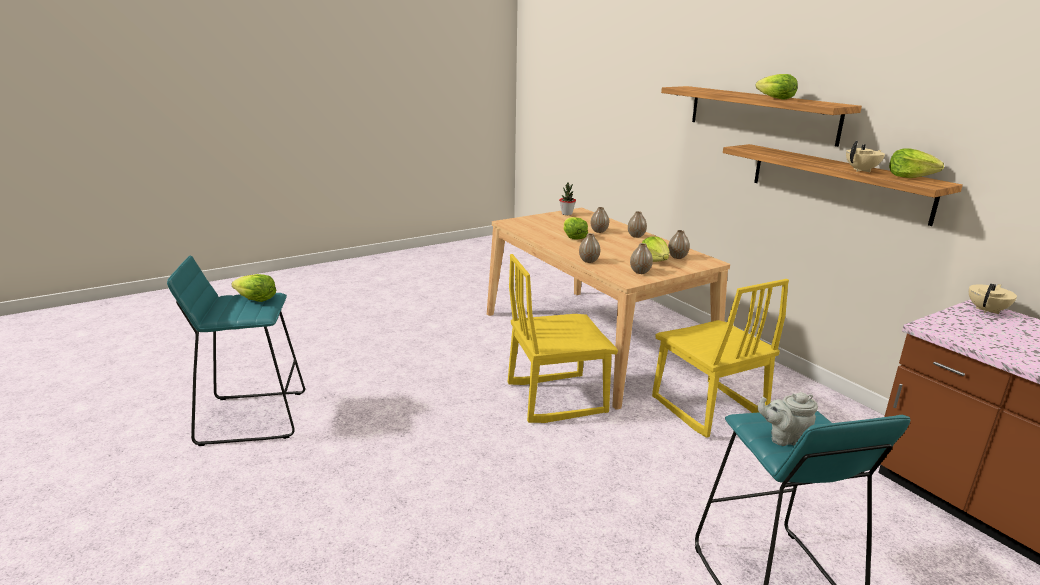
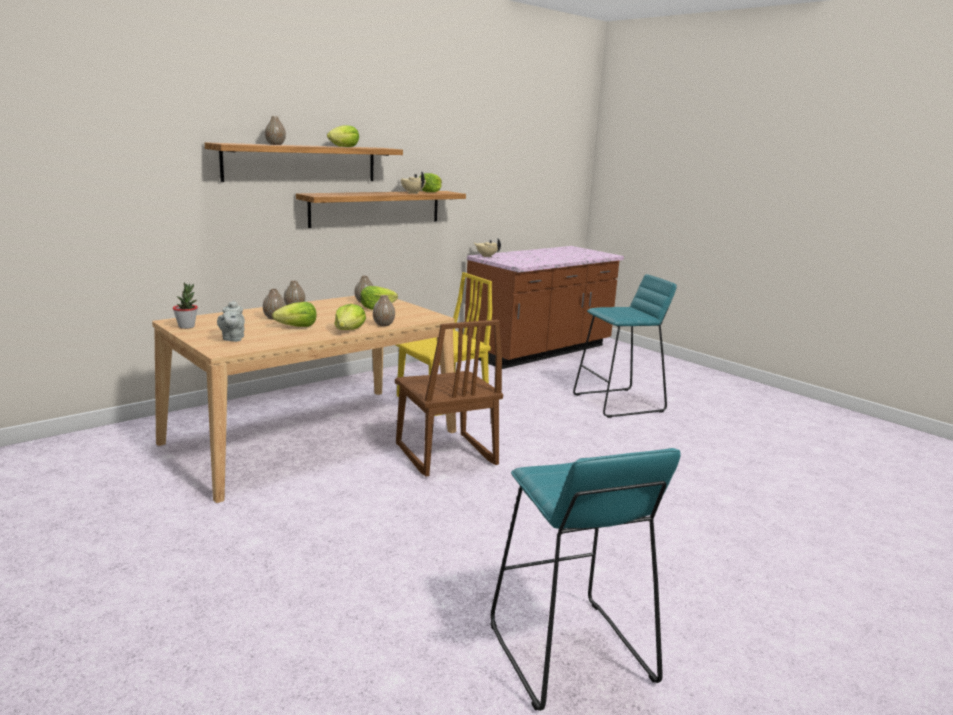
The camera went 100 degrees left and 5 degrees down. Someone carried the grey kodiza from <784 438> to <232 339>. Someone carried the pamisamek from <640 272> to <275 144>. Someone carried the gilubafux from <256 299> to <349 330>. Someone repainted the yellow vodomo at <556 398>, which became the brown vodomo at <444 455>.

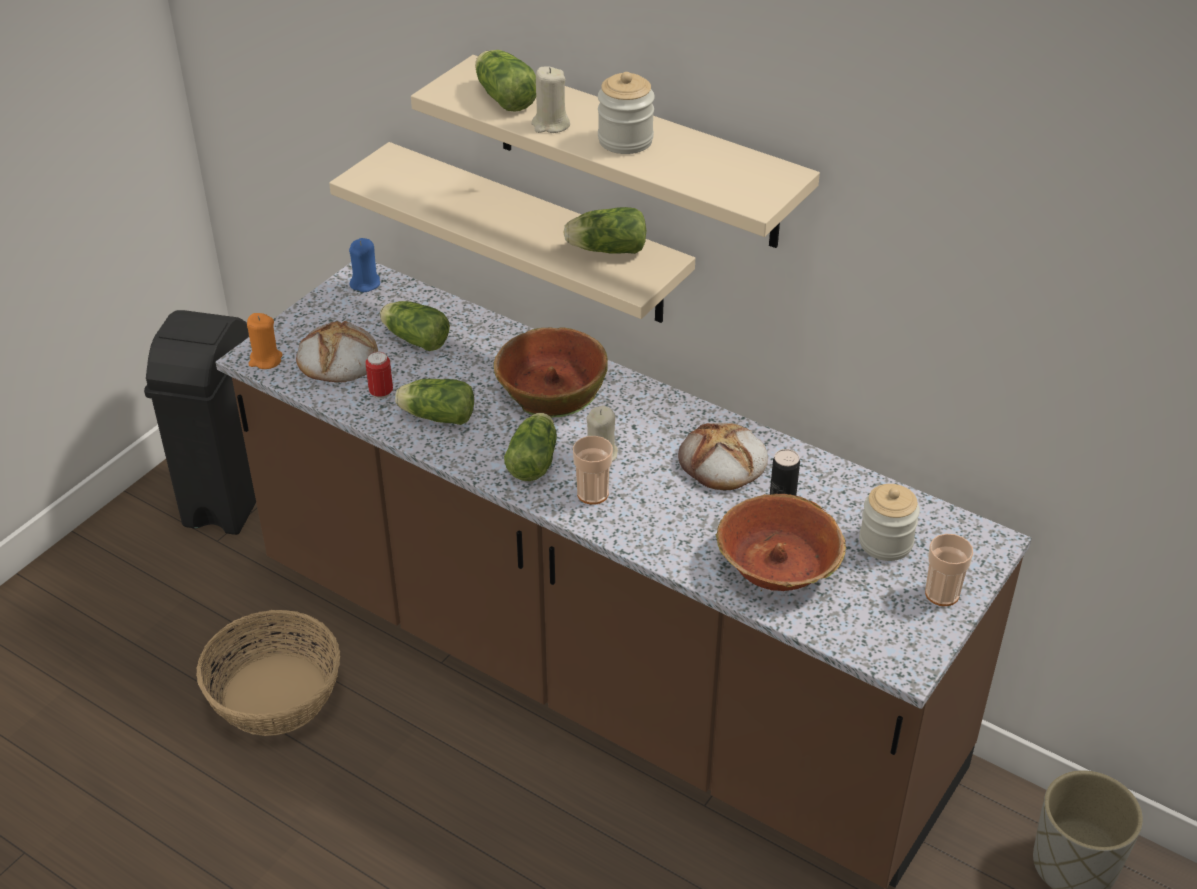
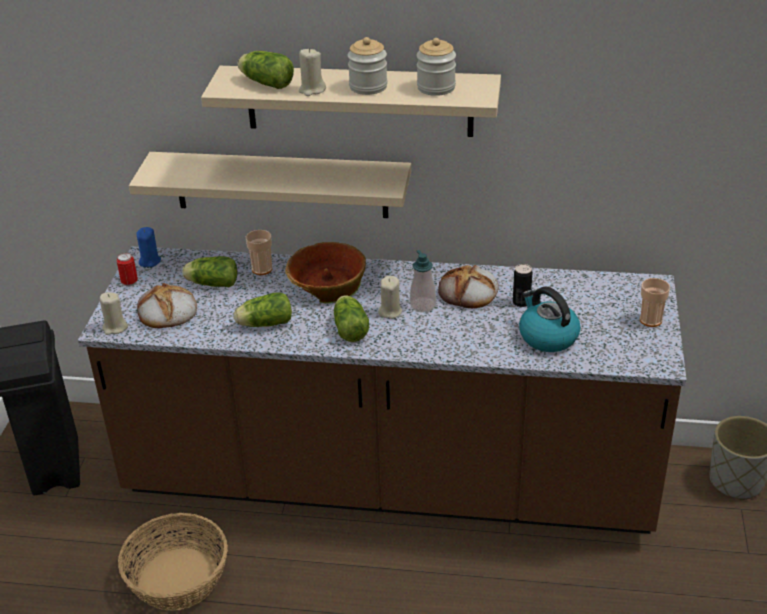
The camera went 25 degrees left and 5 degrees down. Someone repainted the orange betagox at <265 360>, which became the beige betagox at <115 327>. Someone carried the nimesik from <381 393> to <129 282>. Someone carried the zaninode from <592 493> to <262 269>. Someone put down the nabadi at <423 305>. Someone carried the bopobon from <885 543> to <436 87>. Someone swapped the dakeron at <778 565> for the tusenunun at <547 337>. Someone took away the gilubafux at <604 249>.

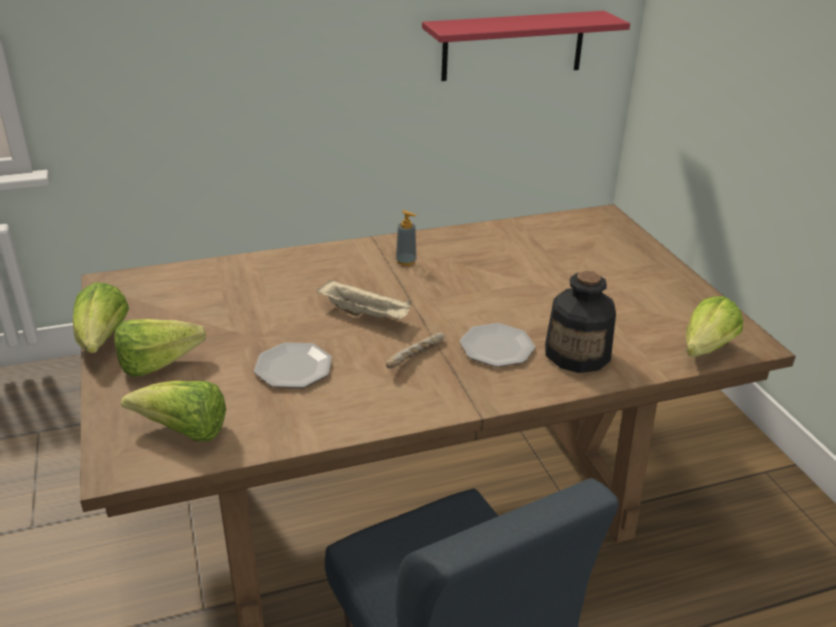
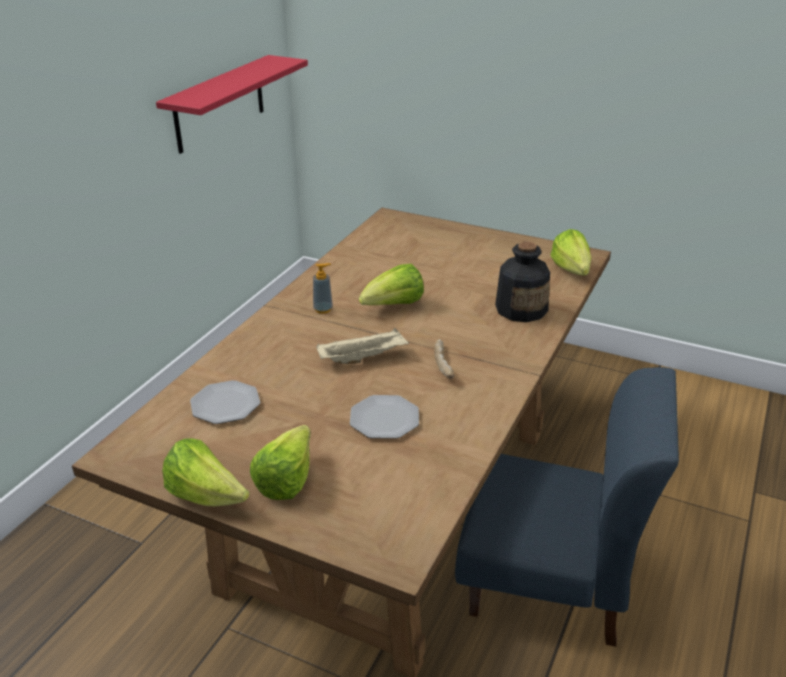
The camera went 45 degrees left and 0 degrees up. Someone carried the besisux from <497 347> to <225 404>. Someone carried the gilubafux from <184 432> to <394 306>.

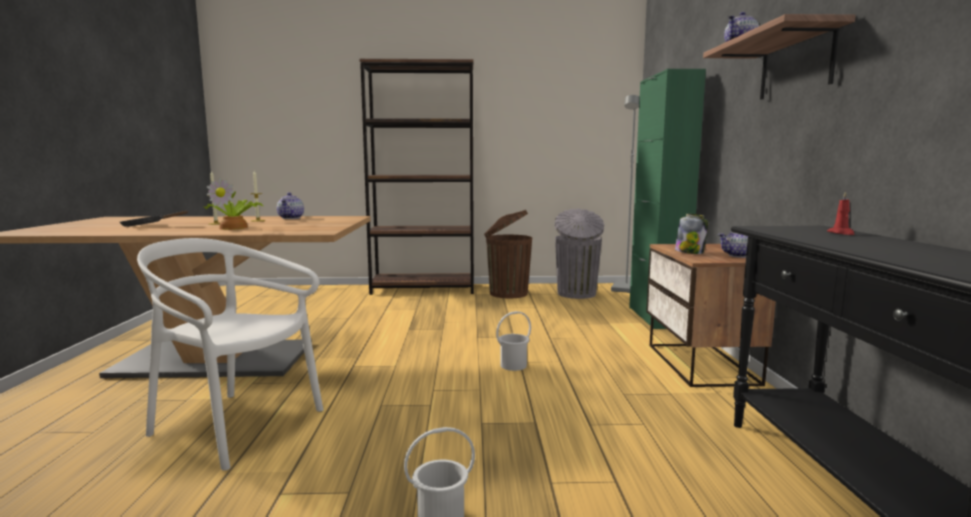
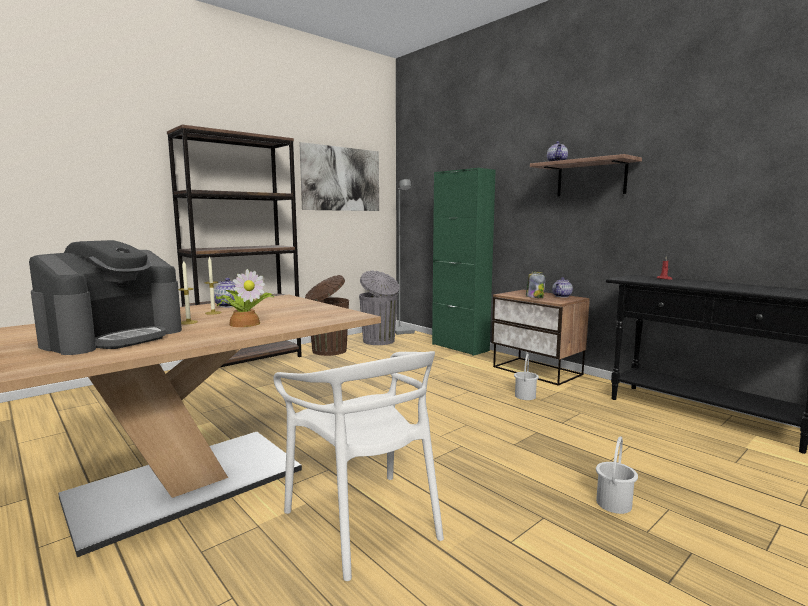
The camera went 40 degrees left and 0 degrees up. Someone swapped the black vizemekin at <147 226> for the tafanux at <114 337>. Someone rotated the white vodomo at <236 426> by 105 degrees counterclockwise. Someone put up the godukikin at <341 179>. Someone carried the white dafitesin from <513 365> to <524 396>.

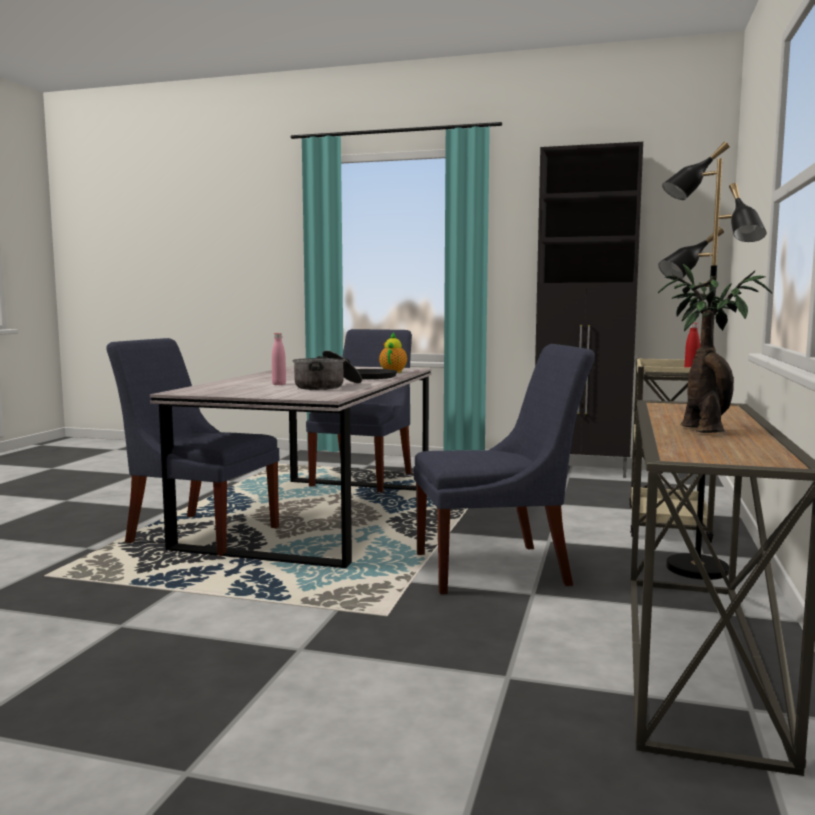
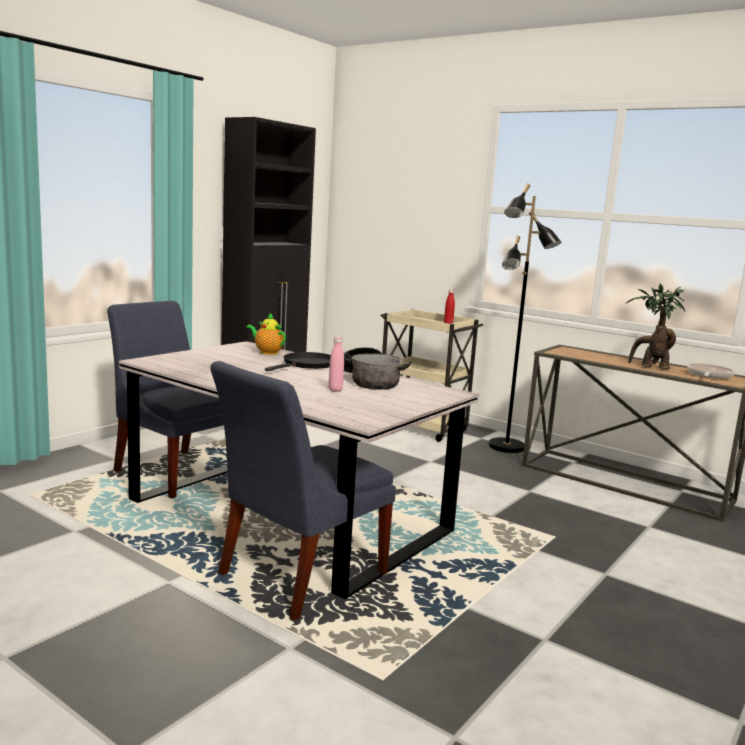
The camera went 70 degrees left and 5 degrees up. Someone put down the vizemekin at <709 375>. Someone took away the blue vodomo at <498 569>.

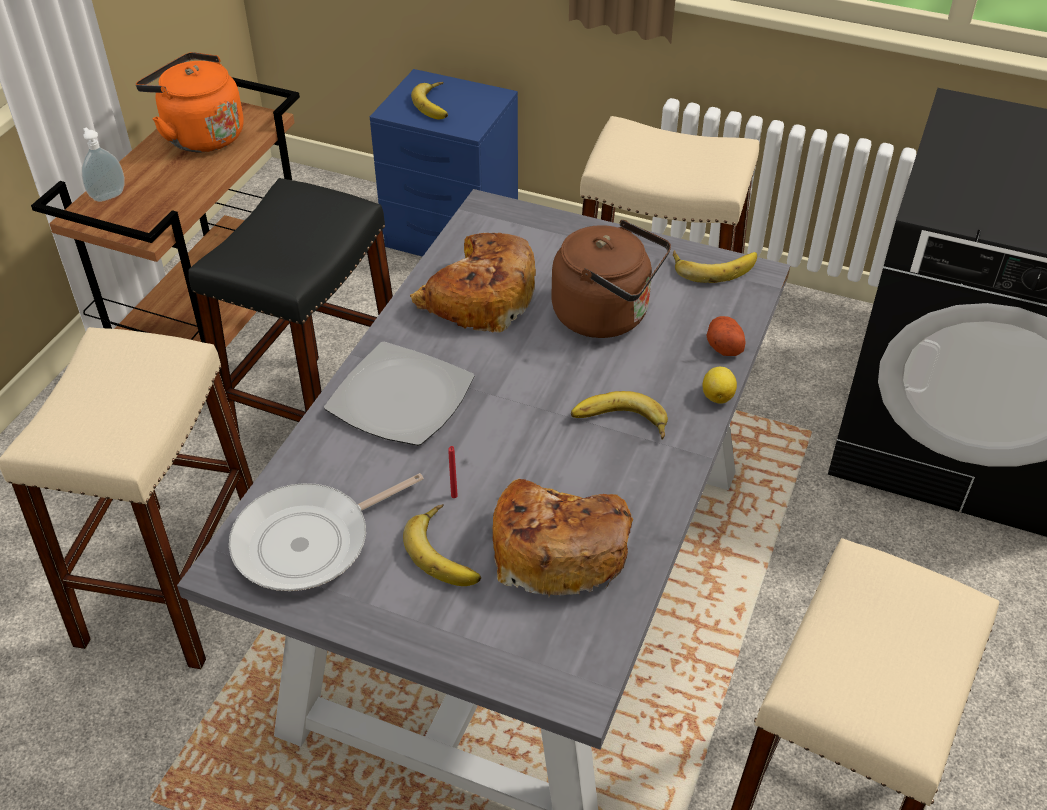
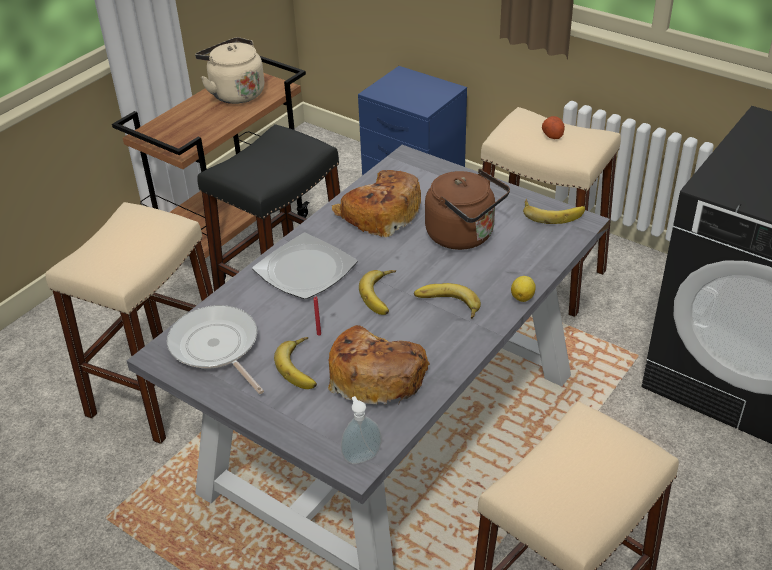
The camera went 15 degrees right and 5 degrees down. Someone rotated the vizemekin at <309 542> by 75 degrees clockwise. Someone repainted the orange tusenunun at <200 135>, which became the beige tusenunun at <235 93>. Someone carried the nabadi from <107 195> to <361 456>. Someone carried the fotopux from <437 104> to <383 295>. Someone carried the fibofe from <723 346> to <552 134>.

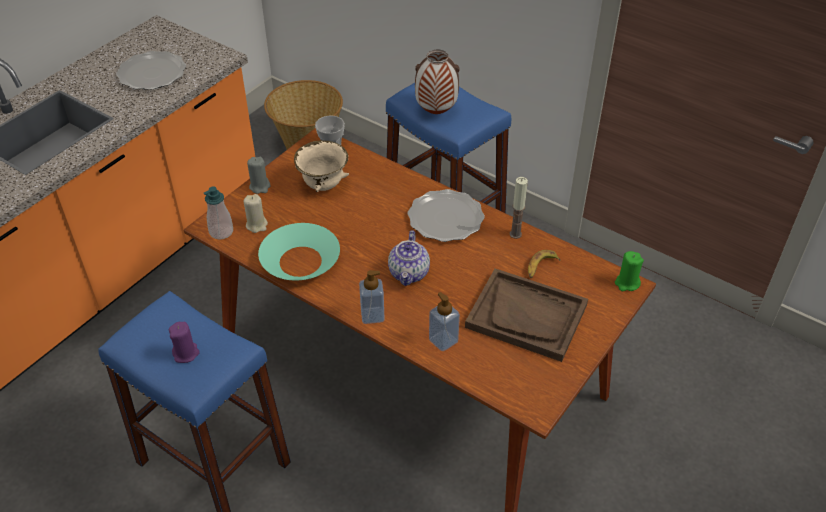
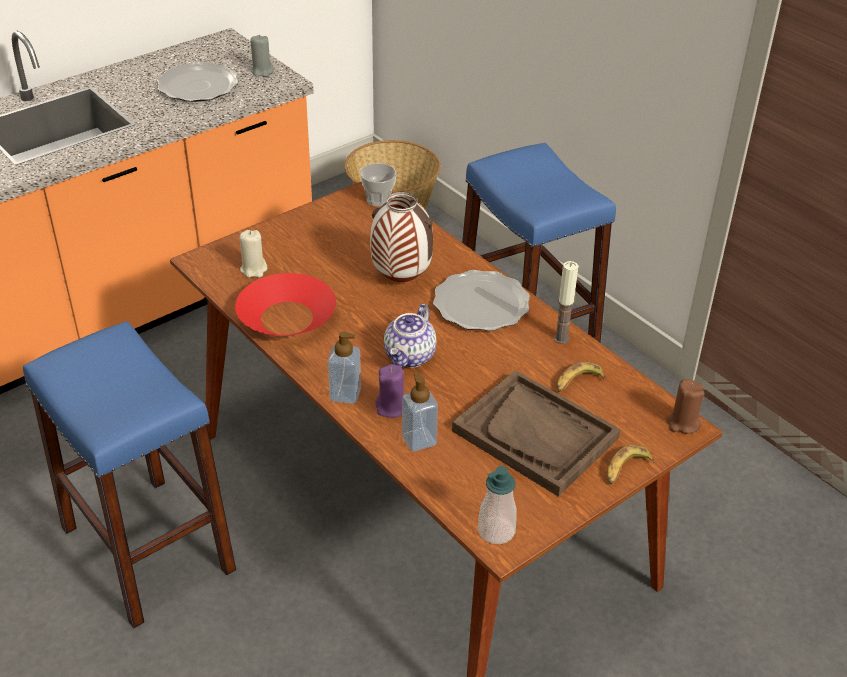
The camera went 15 degrees right and 5 degrees down. Someone repainted the turquoise dakeron at <300 261>, which became the red dakeron at <287 317>. Someone carried the grey betagox from <260 187> to <262 71>. Someone carried the pamisamek from <435 113> to <400 280>. Someone carried the purple betagox from <186 353> to <391 407>. Someone carried the nabadi from <221 232> to <496 531>. Someone put down the fotopux at <626 469>. Someone repainted the green betagox at <627 283>, which became the brown betagox at <683 423>. Someone took away the beige dakeron at <323 185>.

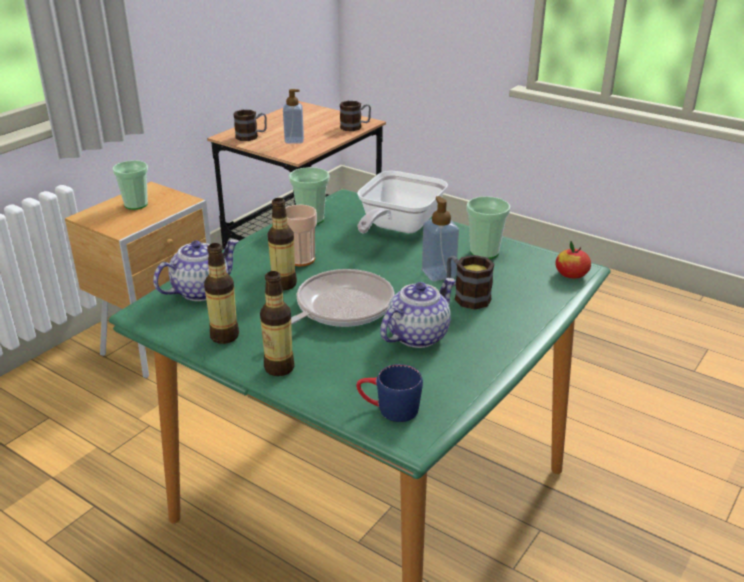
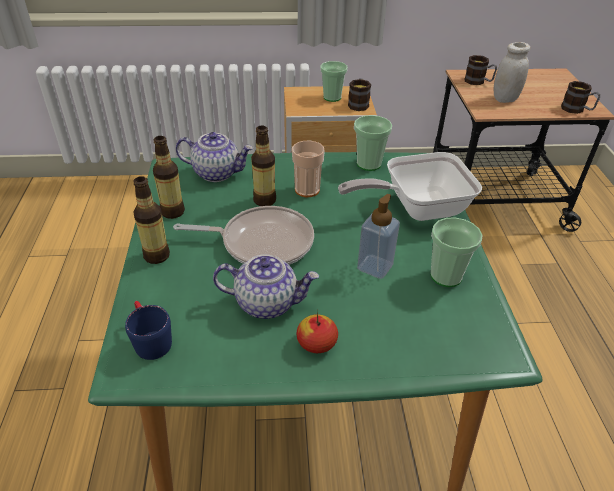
The camera went 50 degrees right and 10 degrees up. Someone carried the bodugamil from <571 274> to <316 343>. Someone carried the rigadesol from <466 296> to <358 104>. Someone swapped the nabadi at <294 140> for the white bopobon at <505 99>.

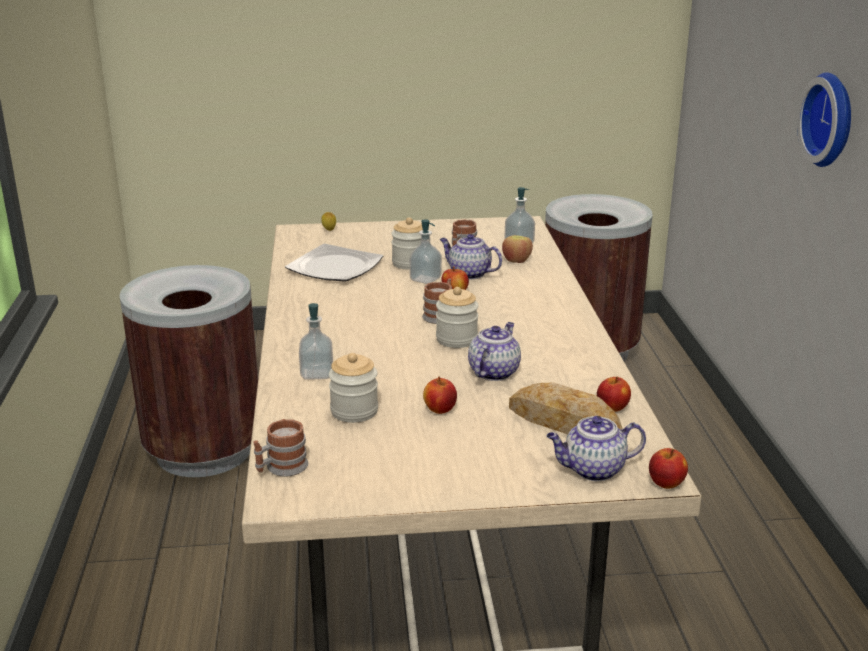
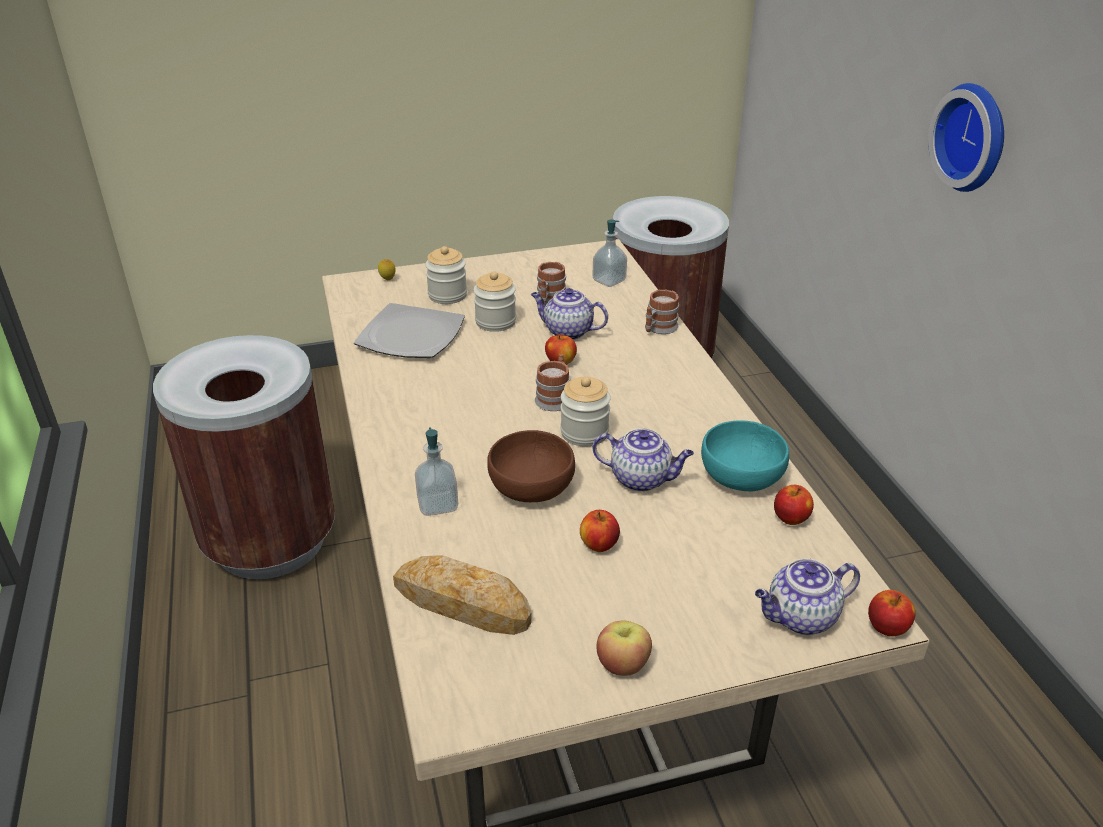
The camera went 10 degrees left and 10 degrees up. Someone carried the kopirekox from <564 422> to <462 602>. Someone carried the bopobon from <354 411> to <447 295>. Someone put down the brown dakeron at <530 487>. Someone rotated the kodiza at <493 372> by 90 degrees clockwise. Someone carried the bodugamil from <516 260> to <623 664>. Someone carried the rigadesol from <281 468> to <658 328>. Someone put down the turquoise dakeron at <740 476>. Someone took away the nabadi at <425 279>.

